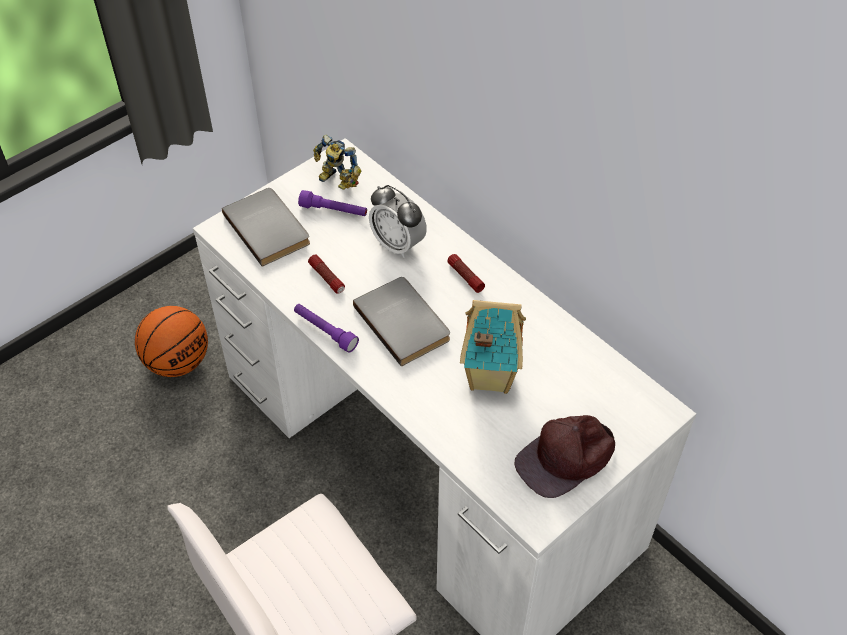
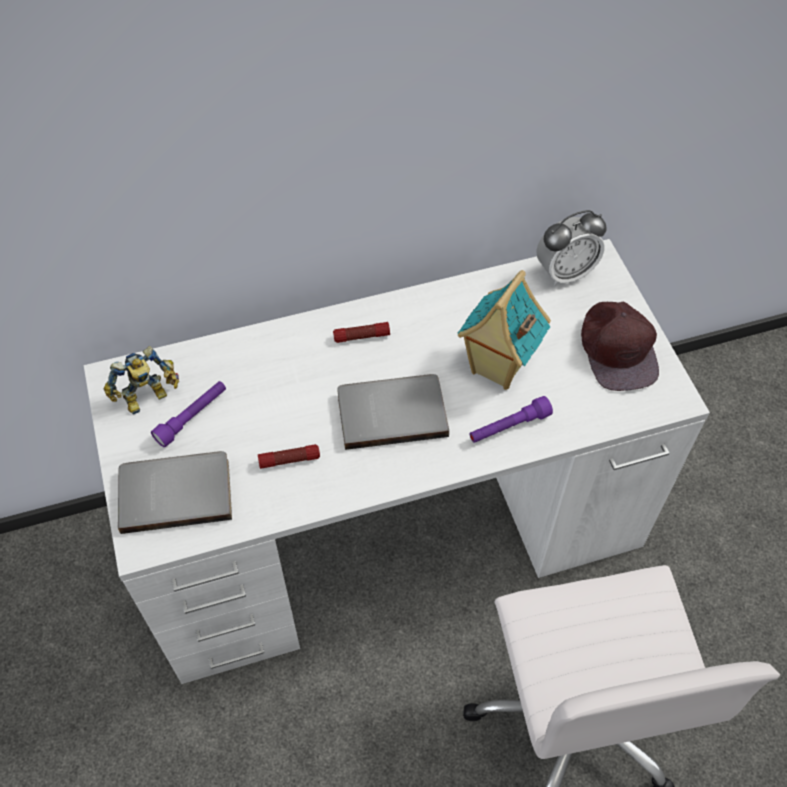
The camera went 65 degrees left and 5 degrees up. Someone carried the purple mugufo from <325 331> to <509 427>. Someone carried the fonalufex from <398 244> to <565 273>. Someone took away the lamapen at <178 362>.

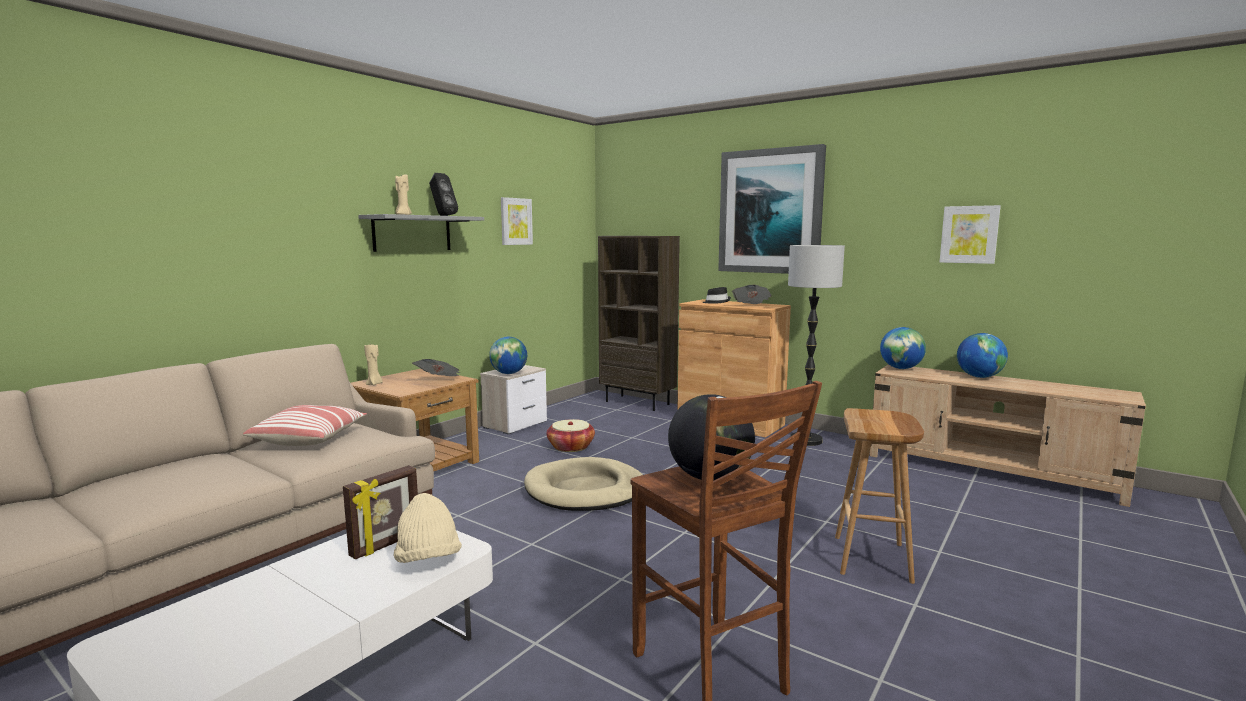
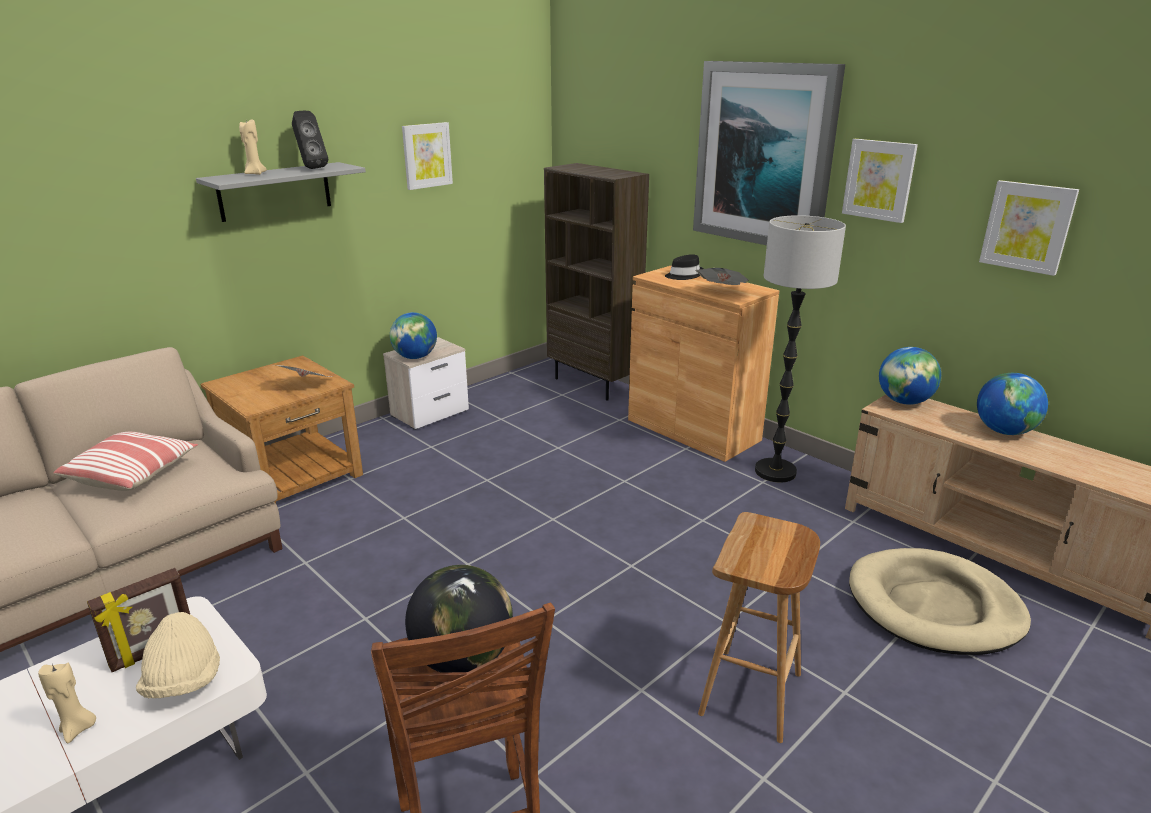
The camera went 10 degrees right and 15 degrees up. Someone carried the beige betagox from <374 384> to <78 729>. Someone put up the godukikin at <879 180>. Someone carried the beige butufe from <586 490> to <934 606>. Someone took away the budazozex at <571 447>.

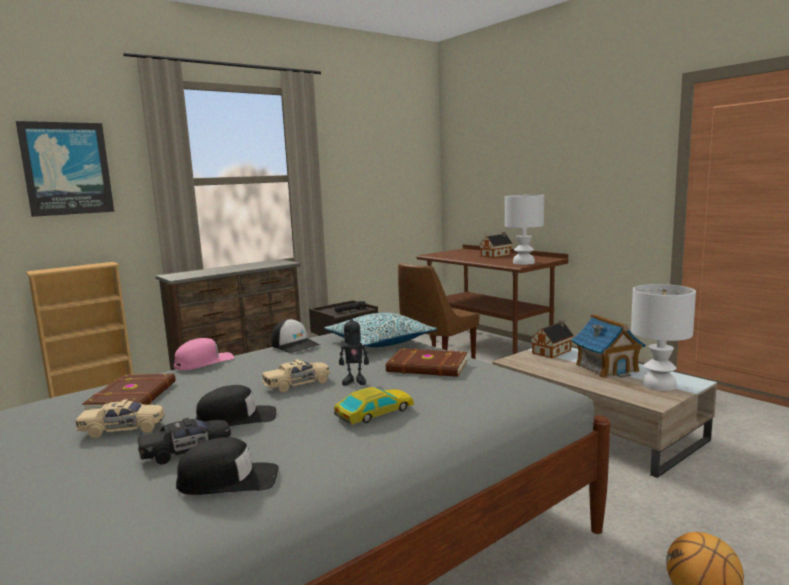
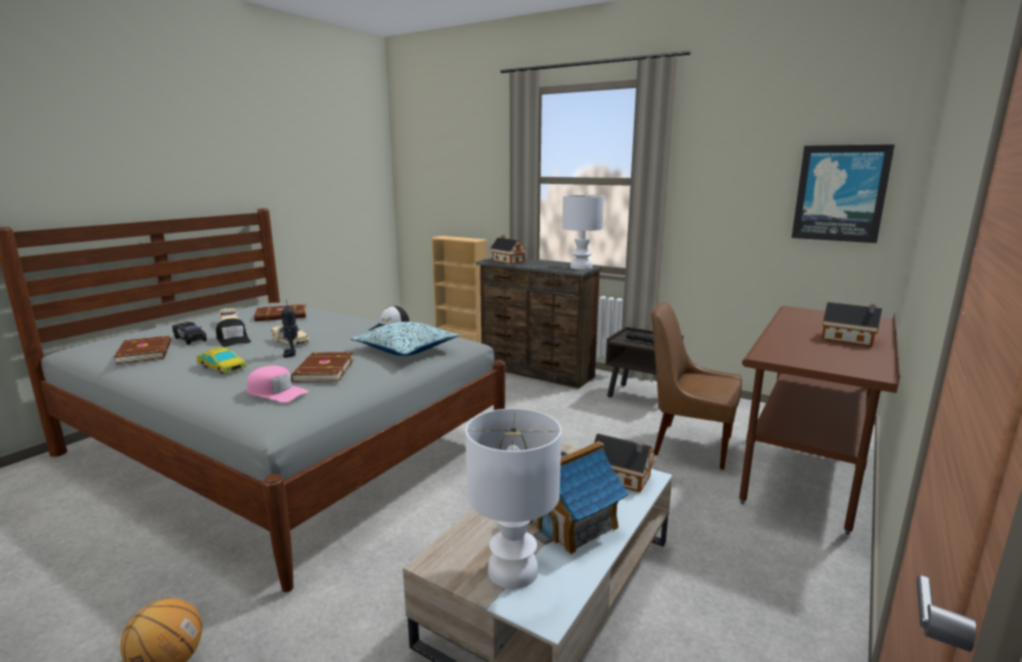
The camera went 70 degrees right and 5 degrees up. Someone swapped the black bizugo at <228 480> for the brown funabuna at <146 352>. Someone carried the pink bizugo from <204 362> to <276 392>. Someone put down the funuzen at <507 261>. Someone carried the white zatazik from <524 263> to <580 267>. Someone carried the godukikin from <67 169> to <840 193>.

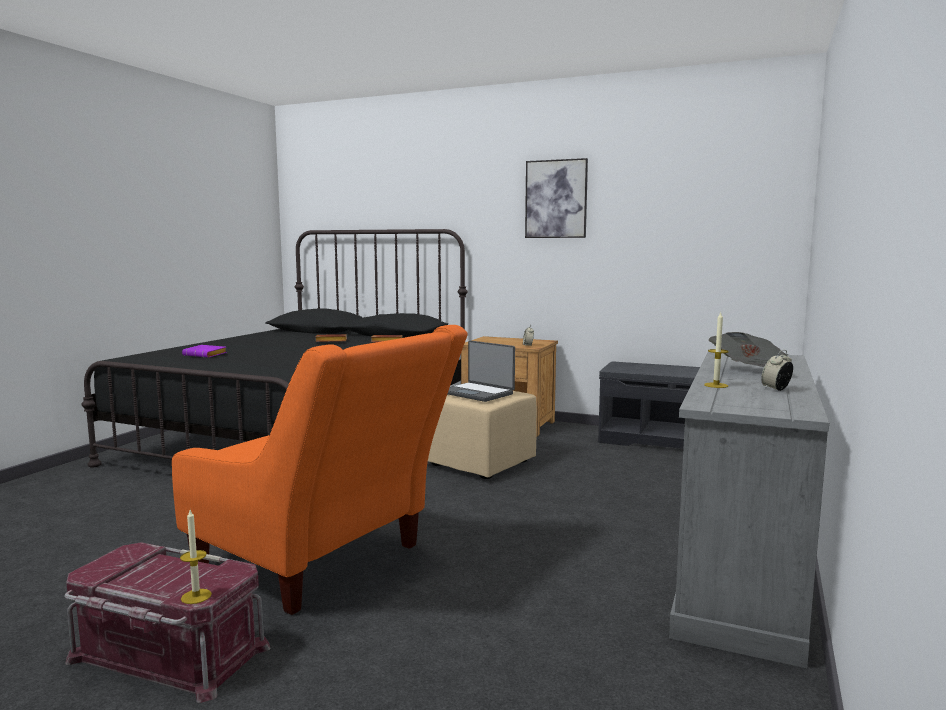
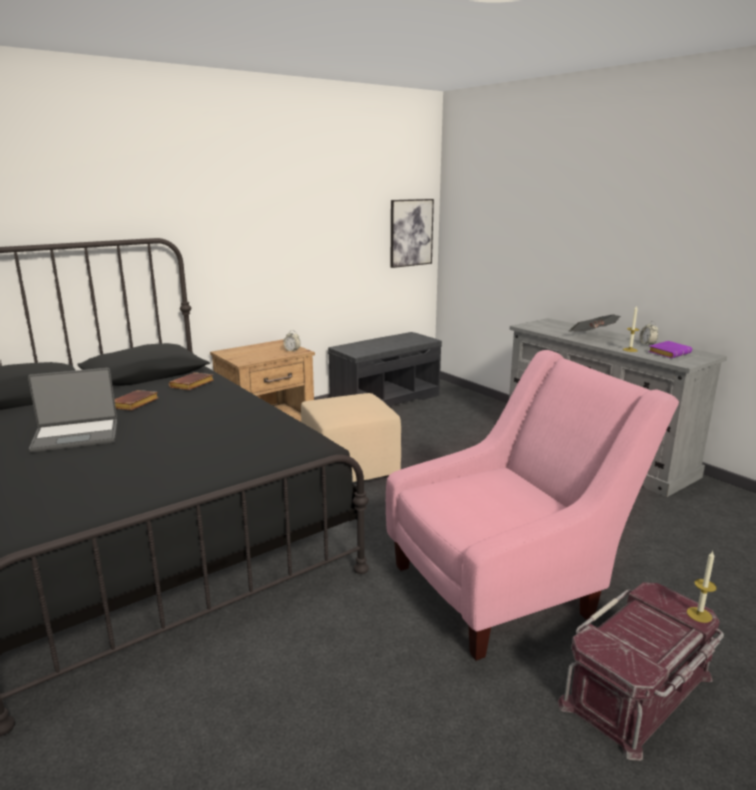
The camera went 60 degrees left and 10 degrees up. Someone carried the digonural from <478 393> to <76 436>. Someone repainted the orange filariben at <325 563>, which became the pink filariben at <508 584>. Someone carried the godukikin from <556 199> to <411 233>. Someone carried the purple funabuna from <206 355> to <668 353>.

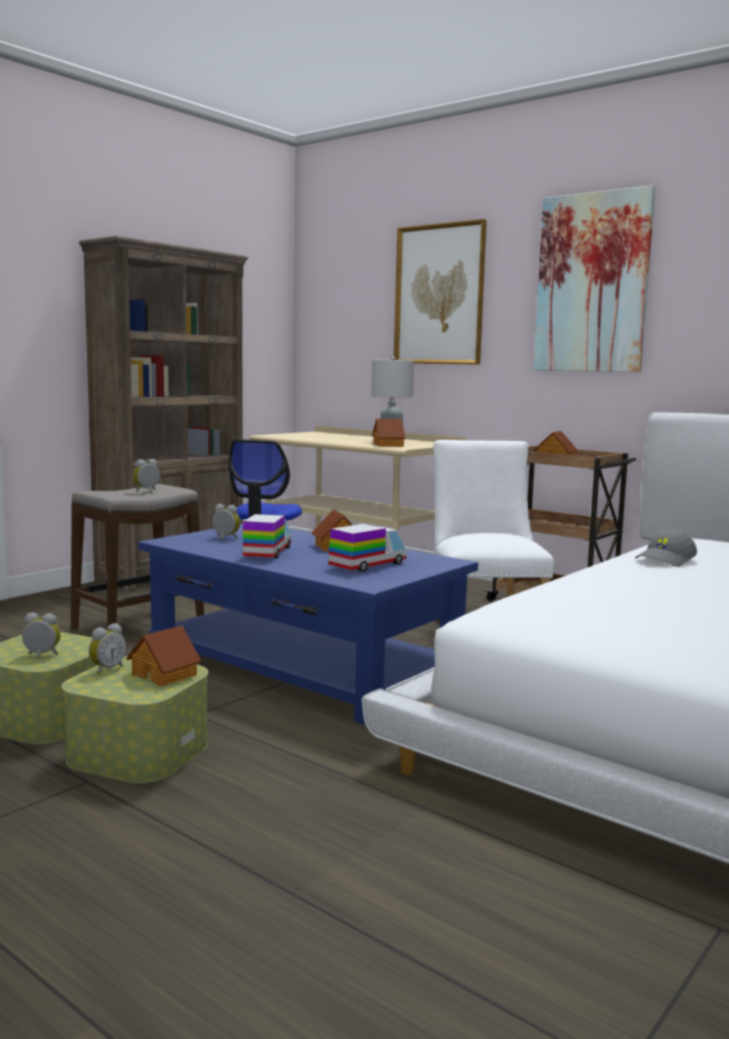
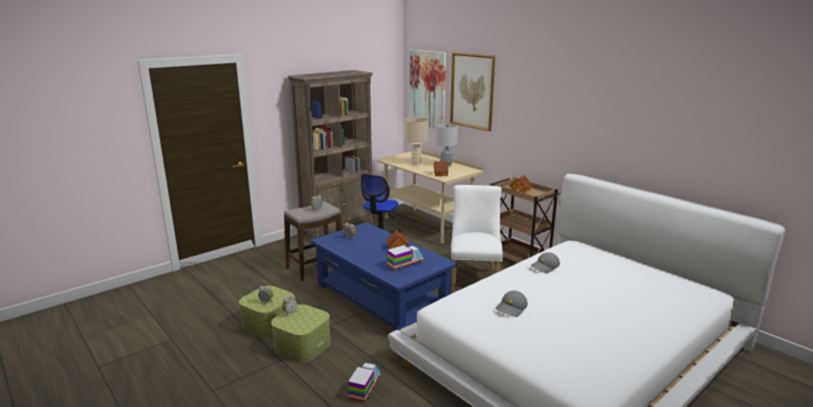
The camera went 10 degrees right and 10 degrees up. Someone carried the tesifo from <267 552> to <364 388>. Someone put down the beige zatazik at <416 164>. Someone carried the godukikin from <592 283> to <428 89>. Someone put down the grey bizugo at <511 309>. Someone took away the funuzen at <165 674>.

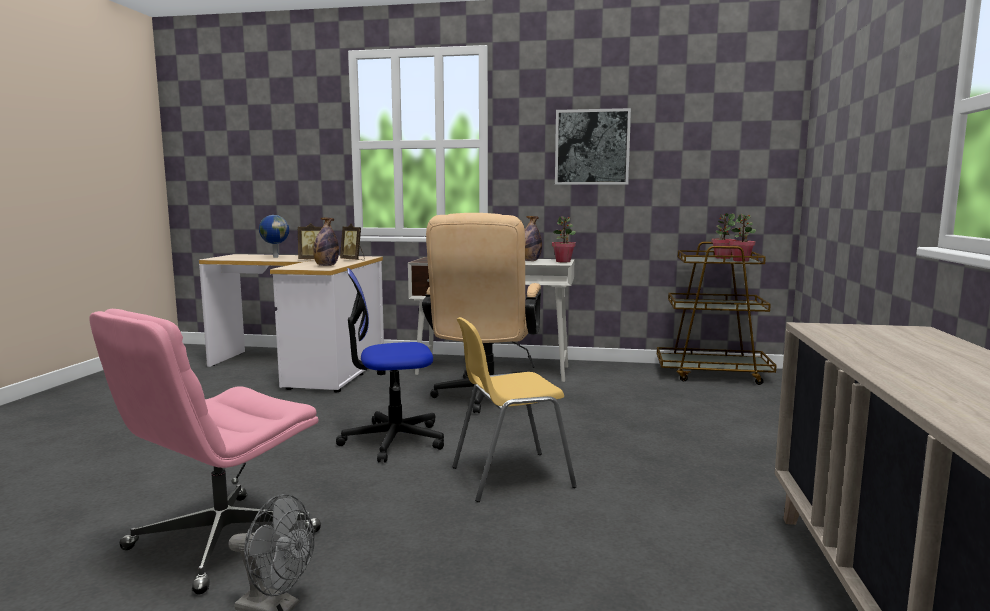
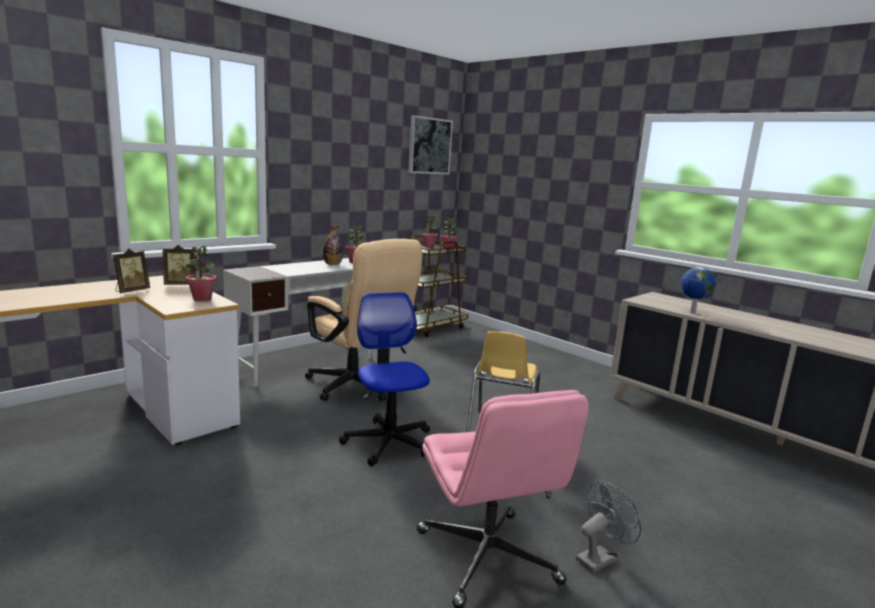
The camera went 55 degrees left and 5 degrees up. Someone swapped the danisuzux at <326 266> for the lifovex at <202 298>. Someone rotated the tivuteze at <393 440> by 135 degrees clockwise. Someone carried the godukikin from <592 147> to <429 146>. Someone carried the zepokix from <275 257> to <691 312>.

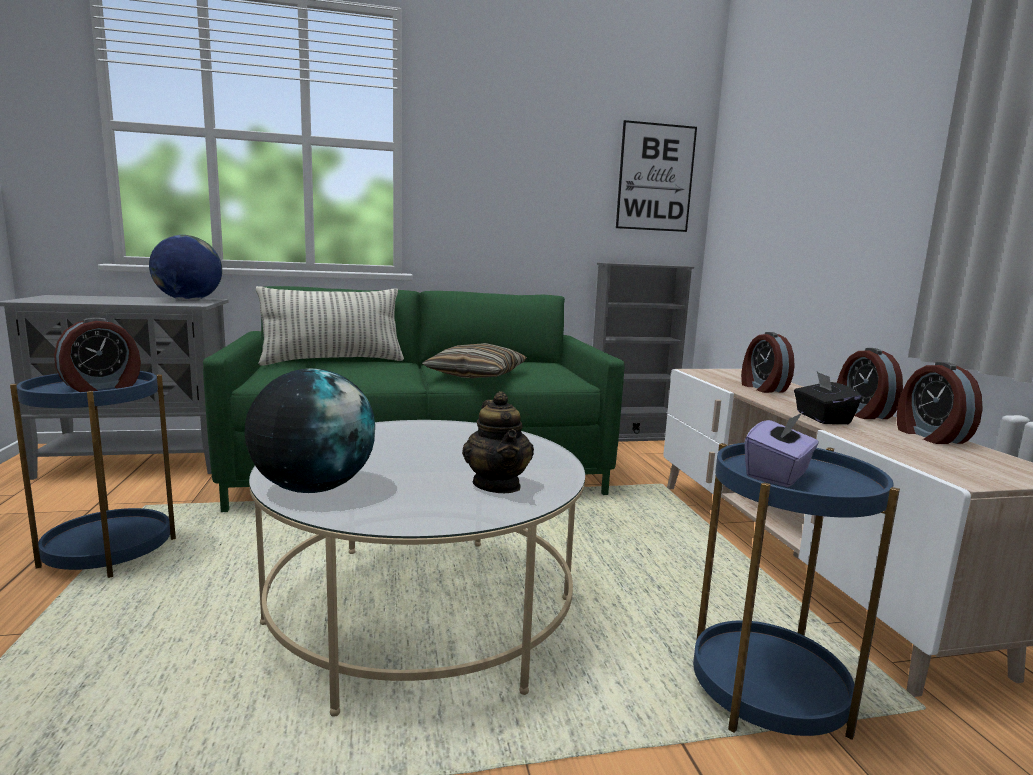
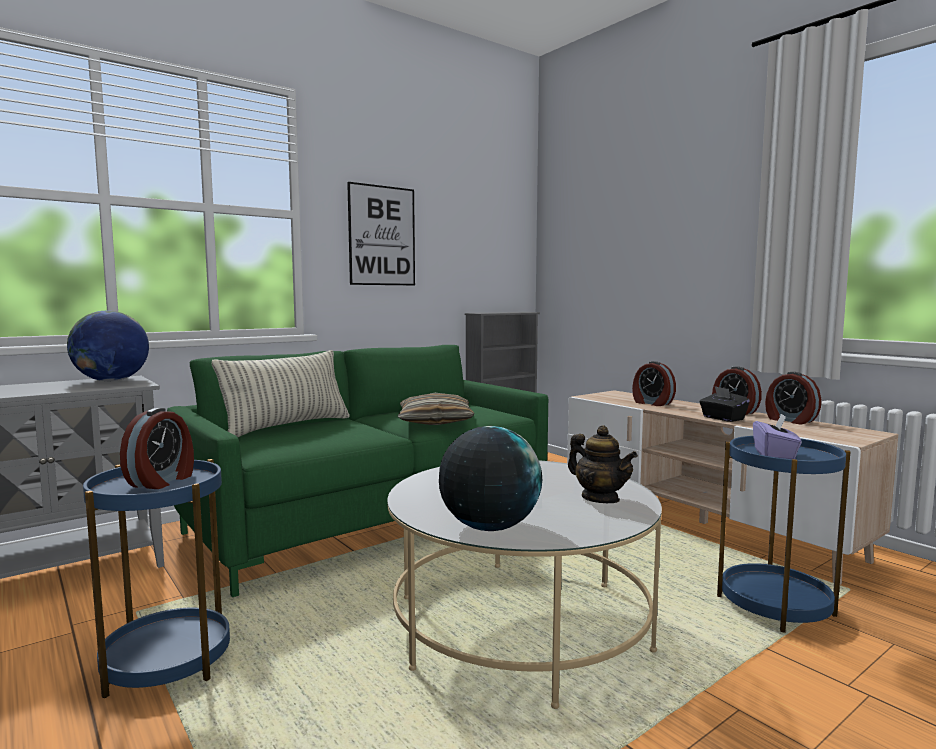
The camera went 25 degrees left and 5 degrees down. Someone carried the godukikin from <655 177> to <382 236>.

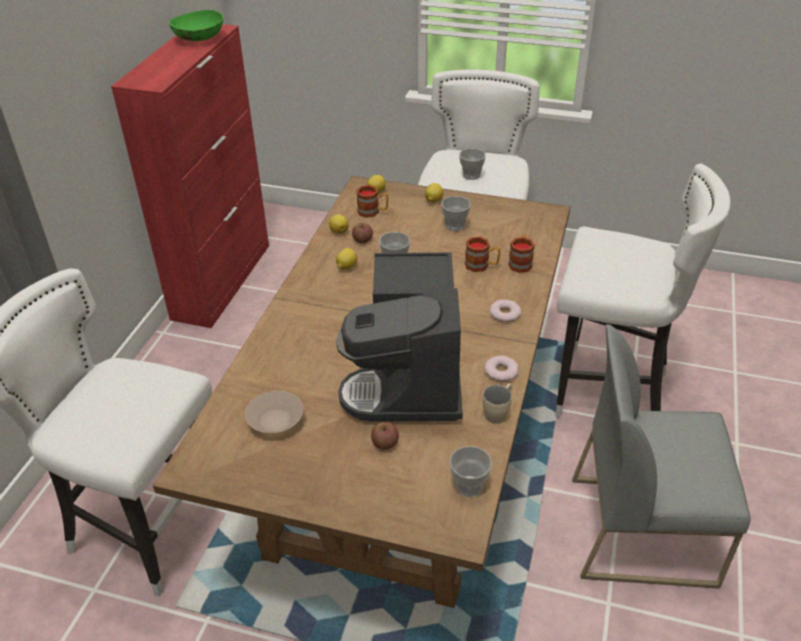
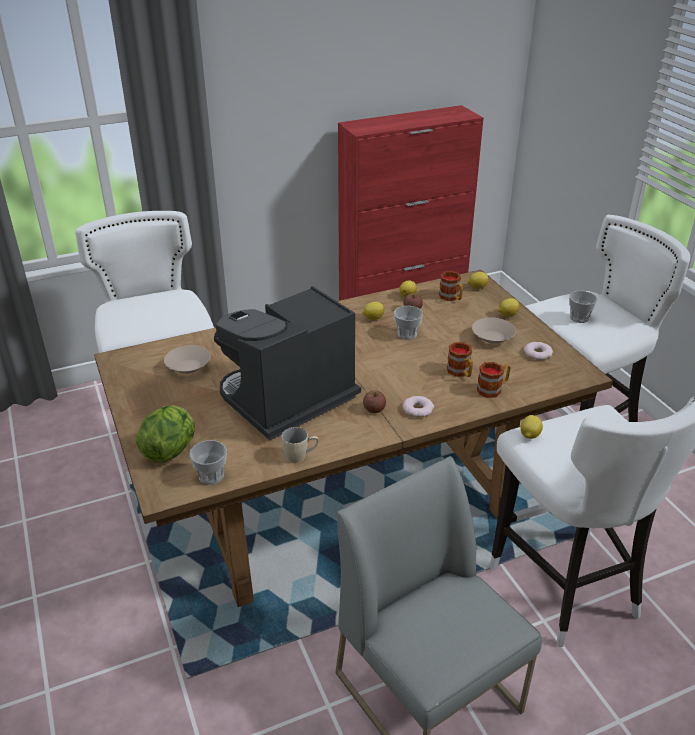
The camera went 50 degrees right and 5 degrees down. Someone put down the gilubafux at <170 450>. Someone carried the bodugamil from <385 443> to <374 409>. Someone swapped the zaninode at <455 225> for the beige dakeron at <492 338>. Someone put down the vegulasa at <529 435>. Someone carried the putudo from <501 371> to <537 353>. Someone took away the green dakeron at <199 39>.

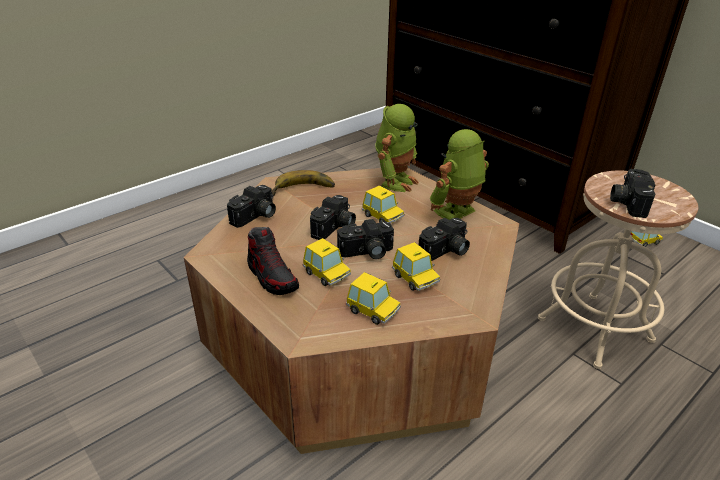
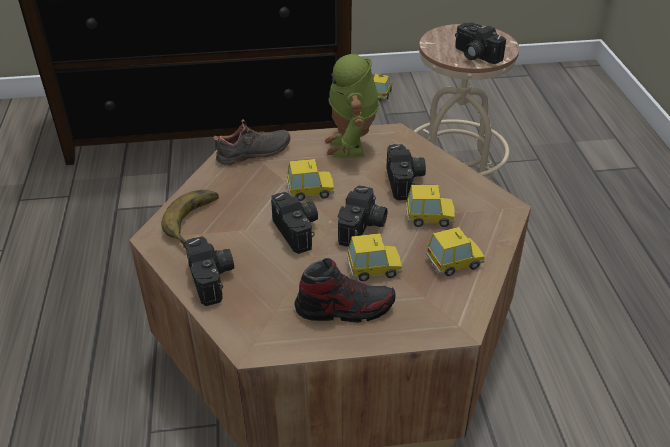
The camera went 55 degrees left and 5 degrees up. Someone swapped the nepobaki at <395 181> for the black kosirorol at <254 154>.

